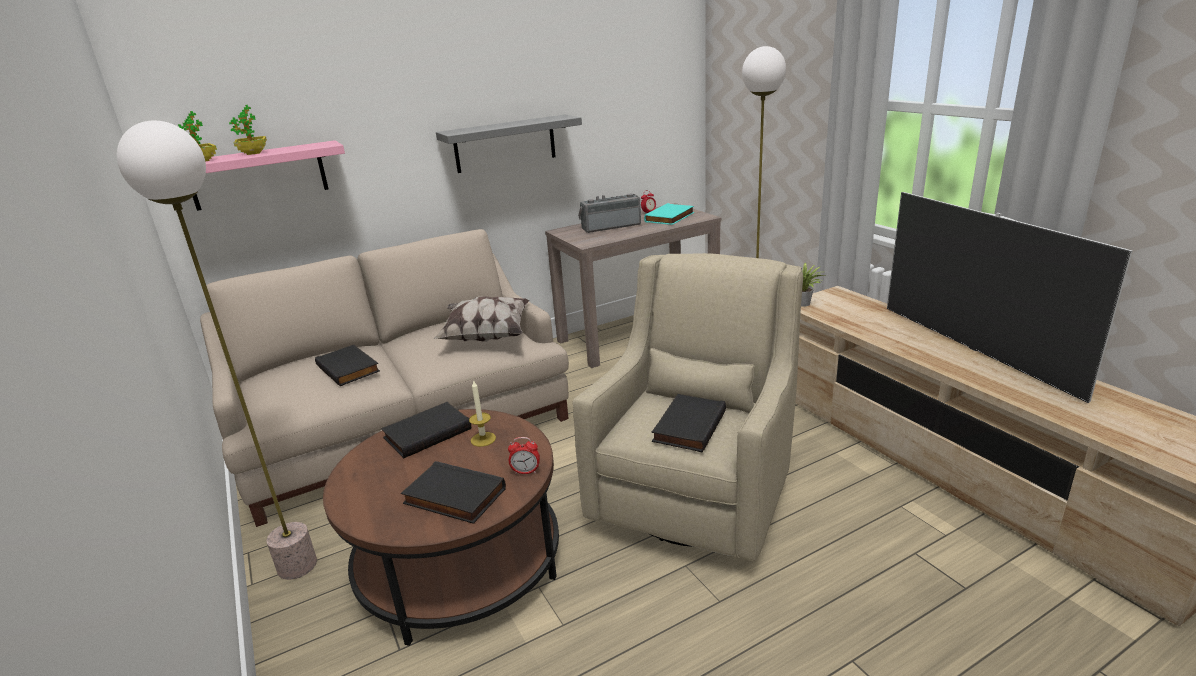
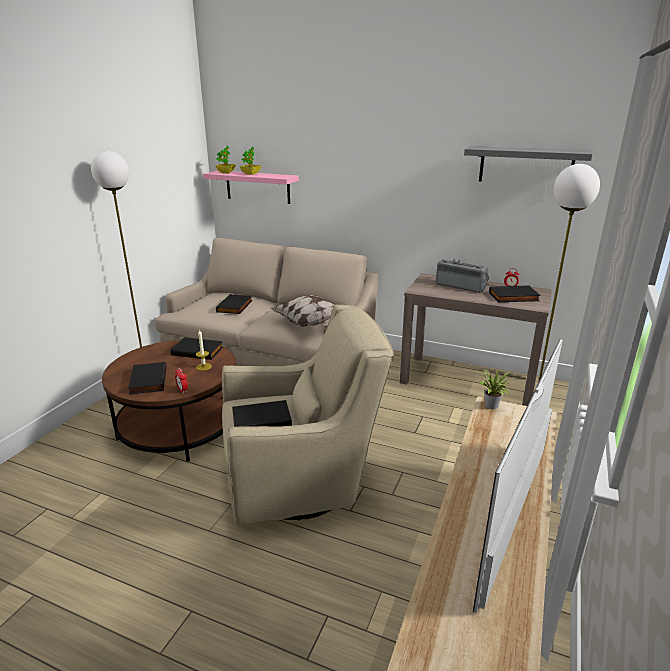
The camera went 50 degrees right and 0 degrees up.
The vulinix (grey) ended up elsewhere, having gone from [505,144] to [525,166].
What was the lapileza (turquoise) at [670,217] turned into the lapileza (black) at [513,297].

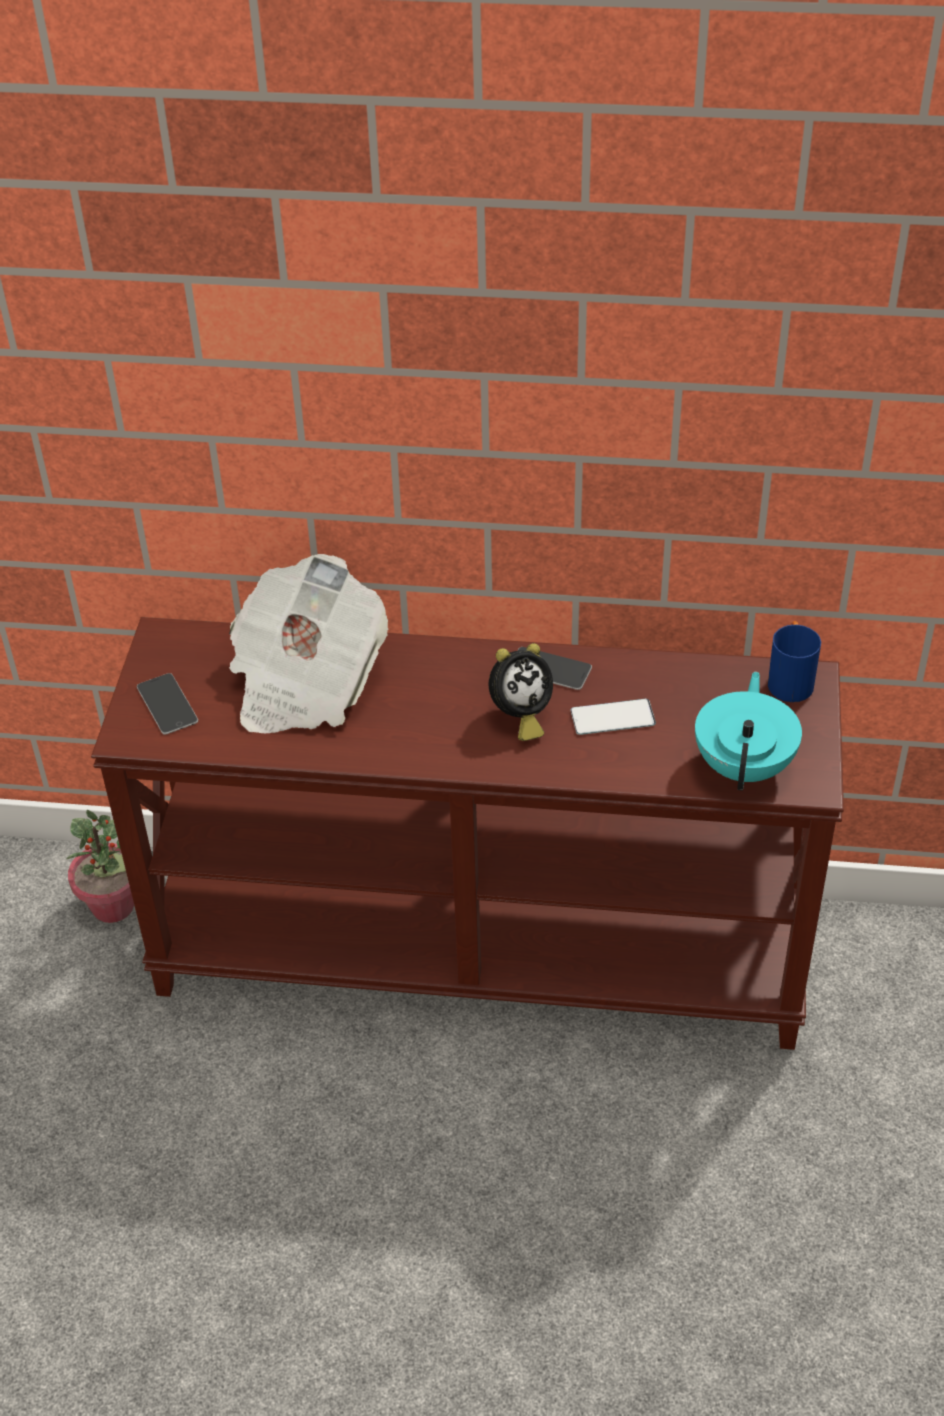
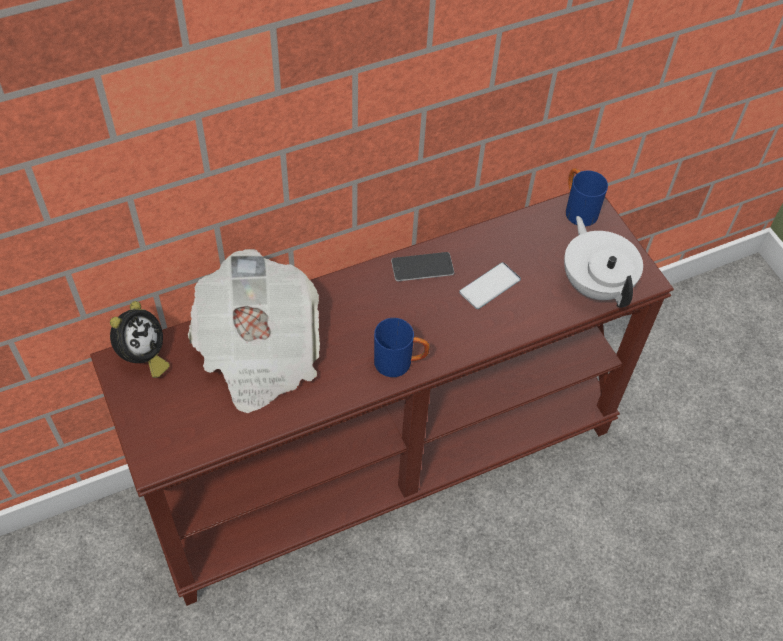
The camera went 35 degrees left and 10 degrees up.
The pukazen ended up elsewhere, having gone from [520,717] to [143,357].
The second view gained the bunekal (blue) at [400,363].
What was the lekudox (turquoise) at [745,765] turned into the lekudox (white) at [596,284].
The second view lost the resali at [113,906].
The second view lost the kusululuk at [167,704].

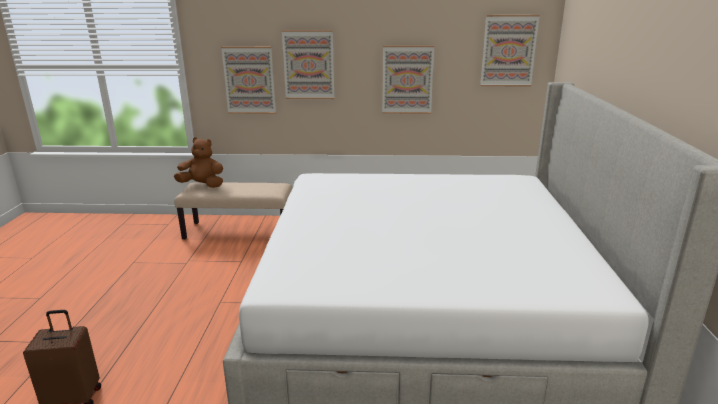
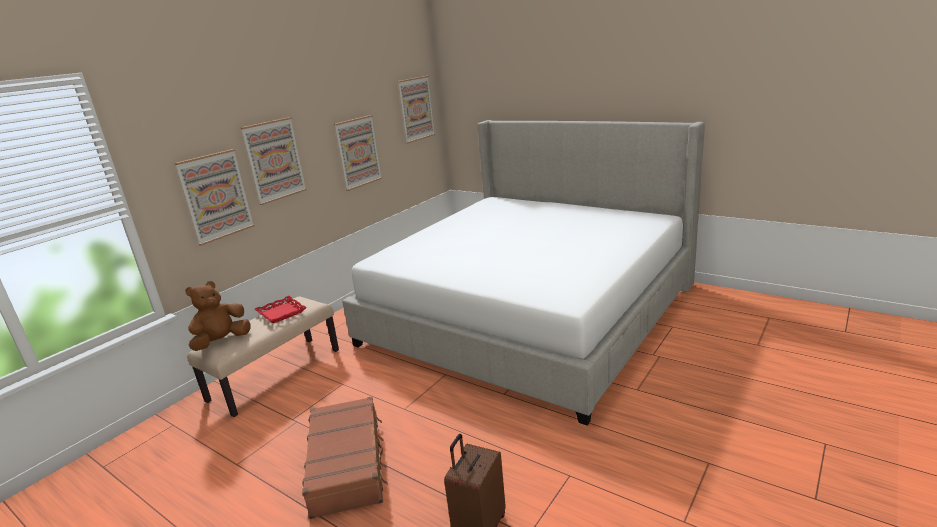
The camera went 55 degrees left and 0 degrees up.
The second view gained the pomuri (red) at [281,313].
The second view gained the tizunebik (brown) at [348,464].

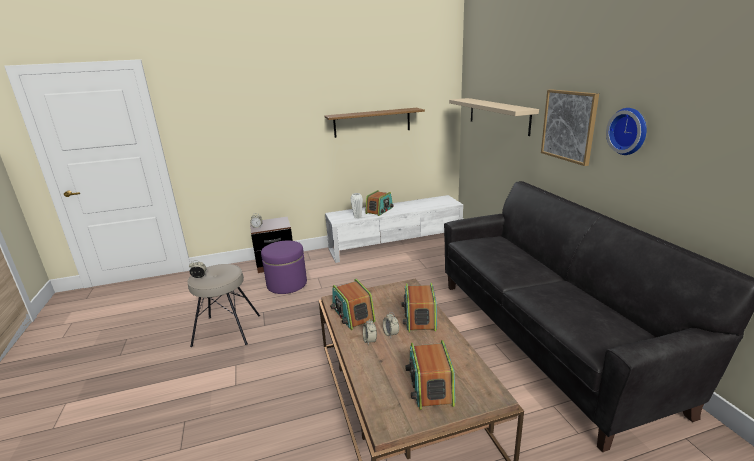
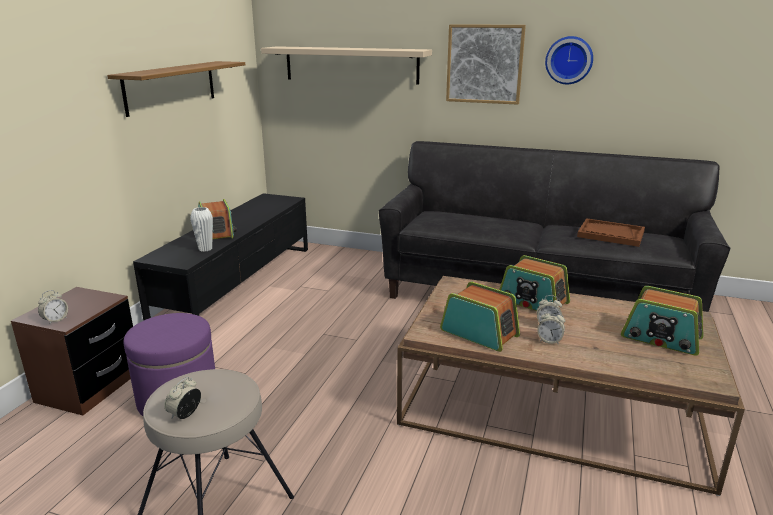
The camera went 55 degrees left and 0 degrees up.
What was the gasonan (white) at [396,244] turned into the gasonan (black) at [238,283].
The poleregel at [353,315] ended up facing another way, 150 degrees counterclockwise from before.
The second view gained the pomuri (brown) at [610,234].

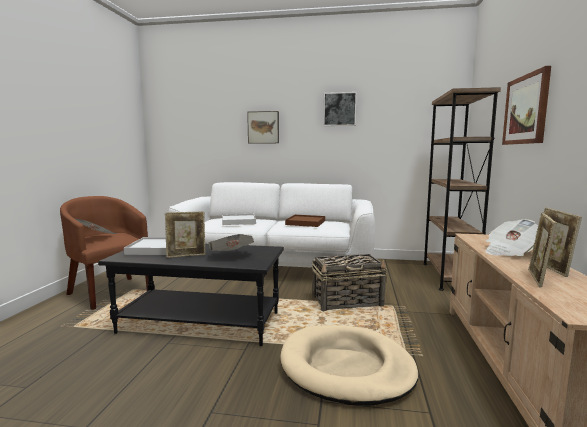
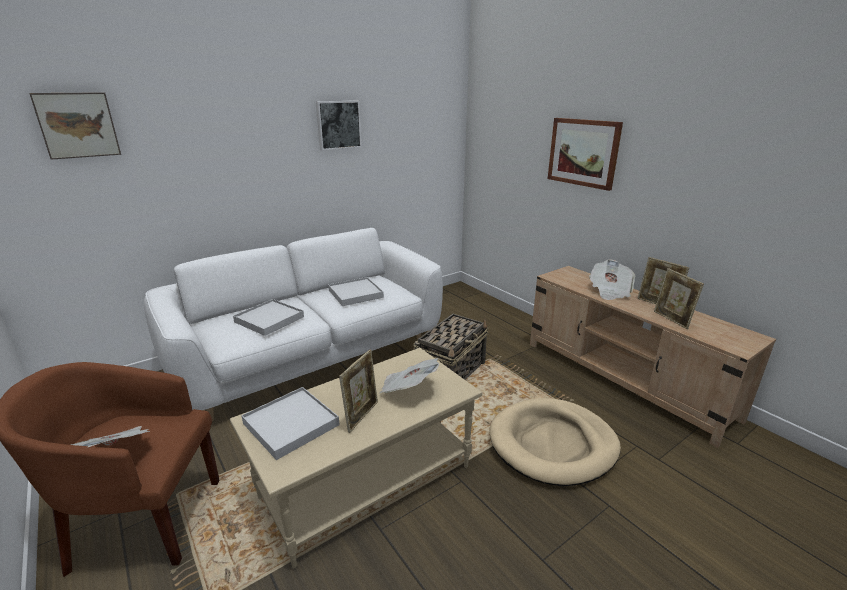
The camera went 45 degrees left and 15 degrees up.
The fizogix ended up elsewhere, having gone from [263,127] to [77,125].
What was the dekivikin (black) at [201,322] turned into the dekivikin (beige) at [366,480].
What was the pomuri (brown) at [305,222] turned into the pomuri (white) at [355,293].
The second view lost the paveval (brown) at [449,276].

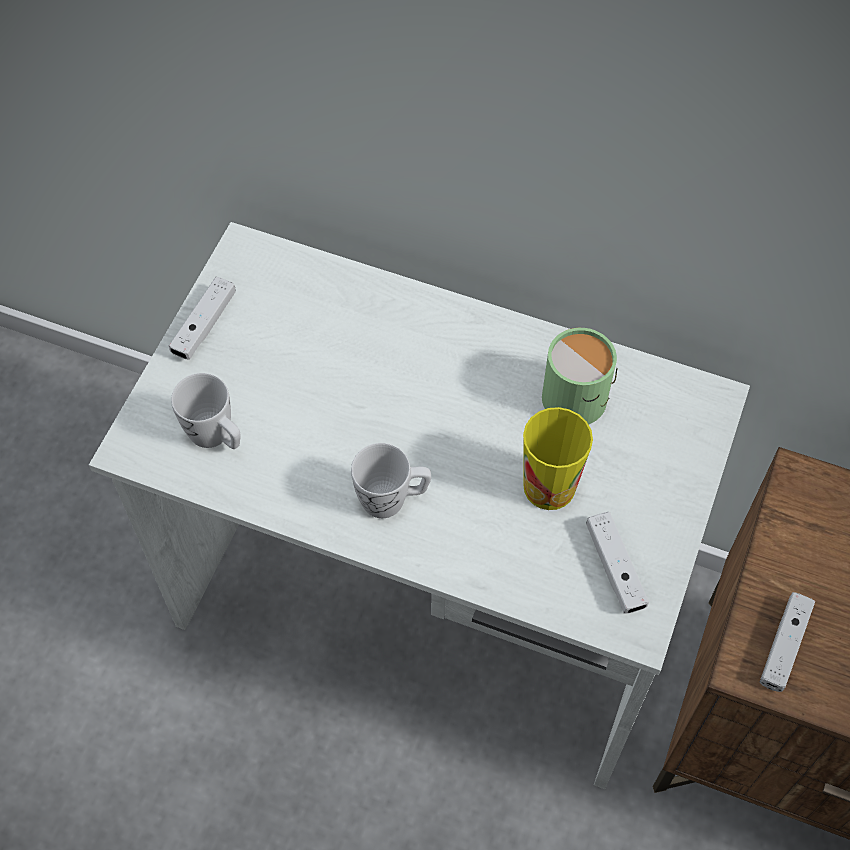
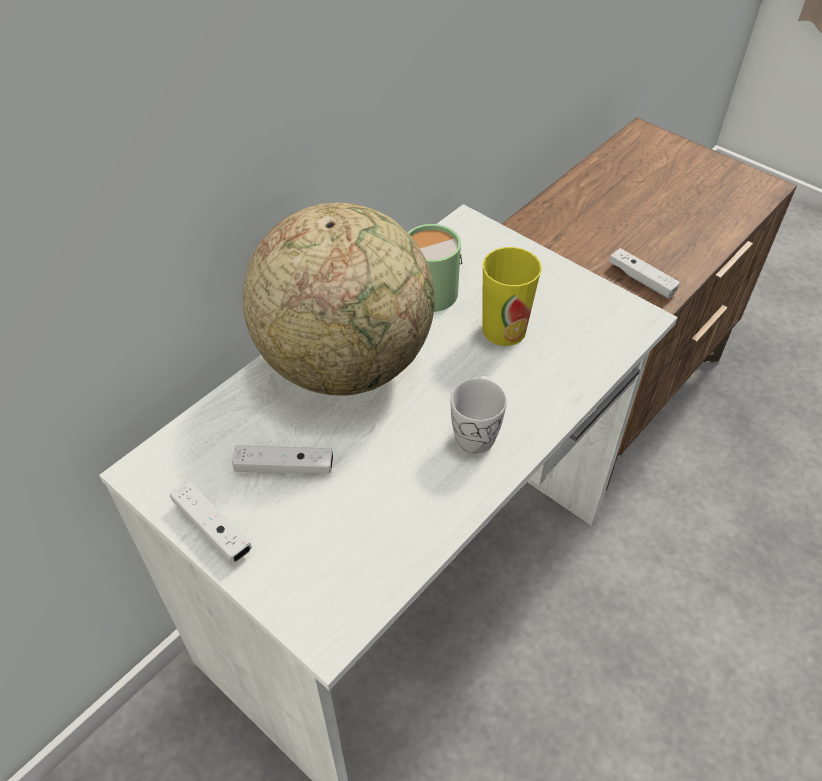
The camera went 70 degrees left and 10 degrees down.
The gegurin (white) ended up elsewhere, having gone from [615,568] to [284,467].
The second view gained the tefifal at [346,362].
The second view lost the bunekal (white) at [216,436].

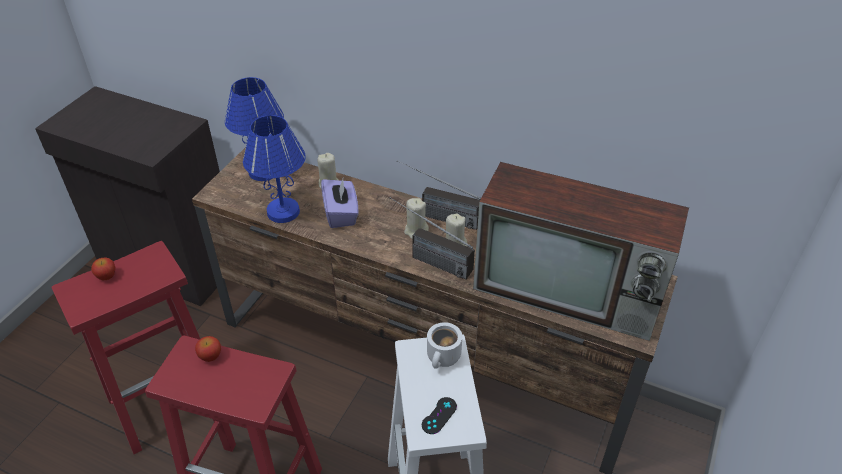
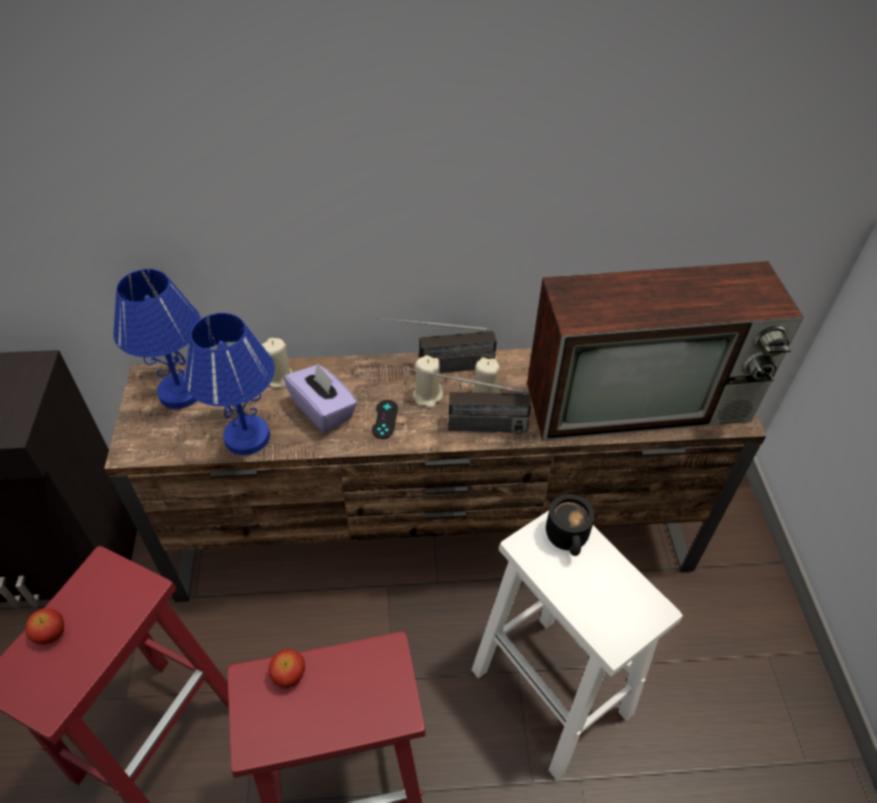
The camera went 30 degrees left and 5 degrees up.
The gegurin (black) ended up elsewhere, having gone from [439,415] to [385,419].
What was the bunekal (white) at [444,358] turned into the bunekal (black) at [569,538].

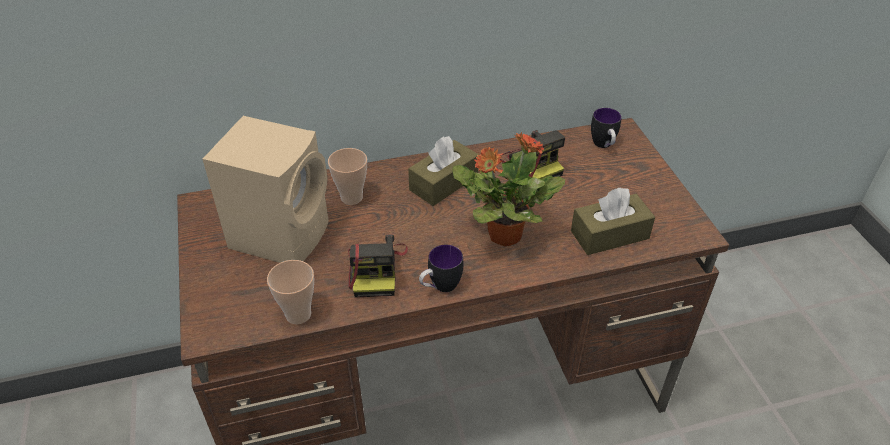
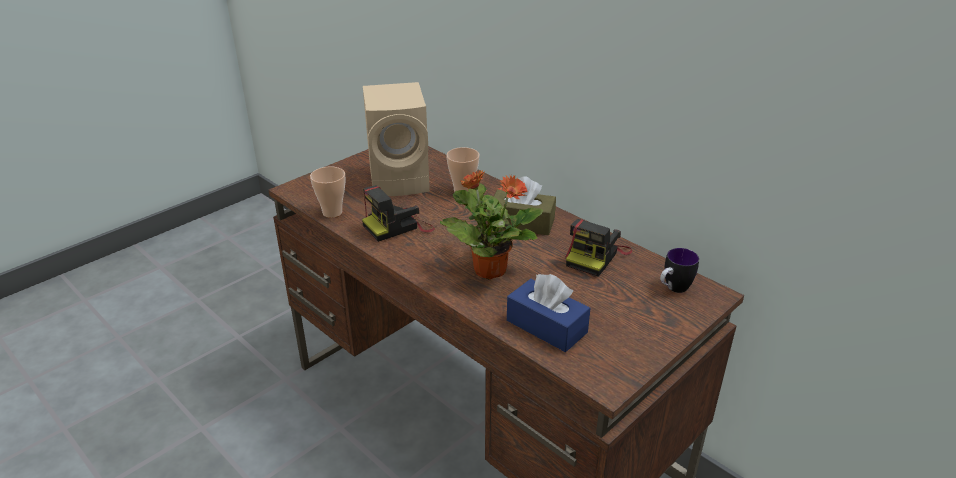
The camera went 60 degrees right and 10 degrees down.
What was the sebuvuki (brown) at [609,235] turned into the sebuvuki (blue) at [546,326].
The second view lost the bunekal at [440,287].

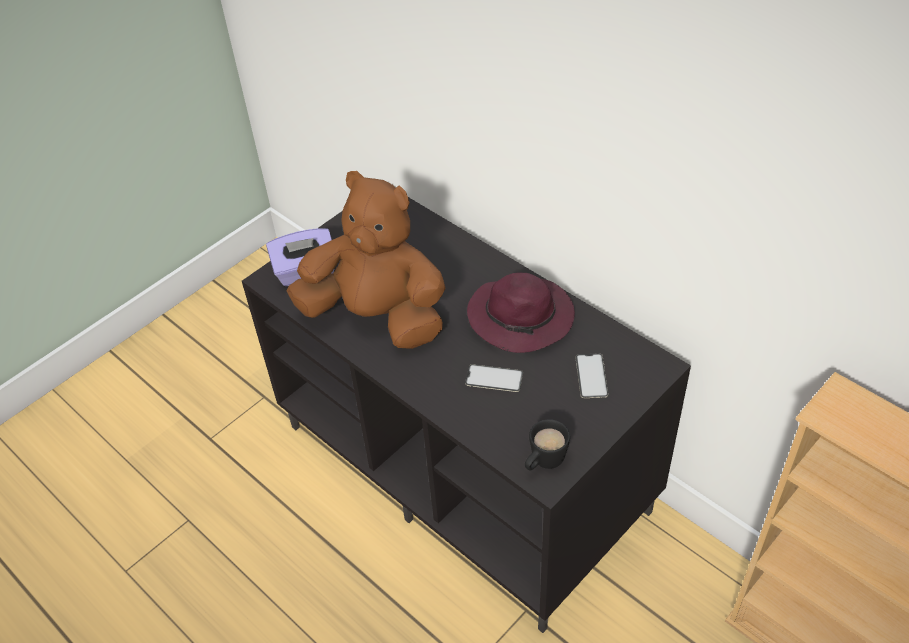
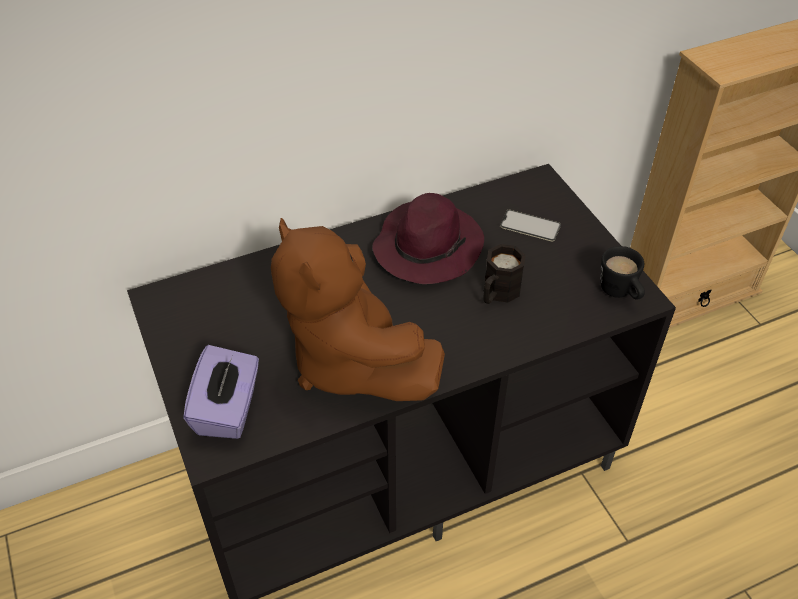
The camera went 70 degrees left and 0 degrees up.
The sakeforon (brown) at [377,316] ended up facing another way, 75 degrees counterclockwise from before.
Where the kusululuk stood at [494,378], the bunekal (black) came to stand at [497,293].

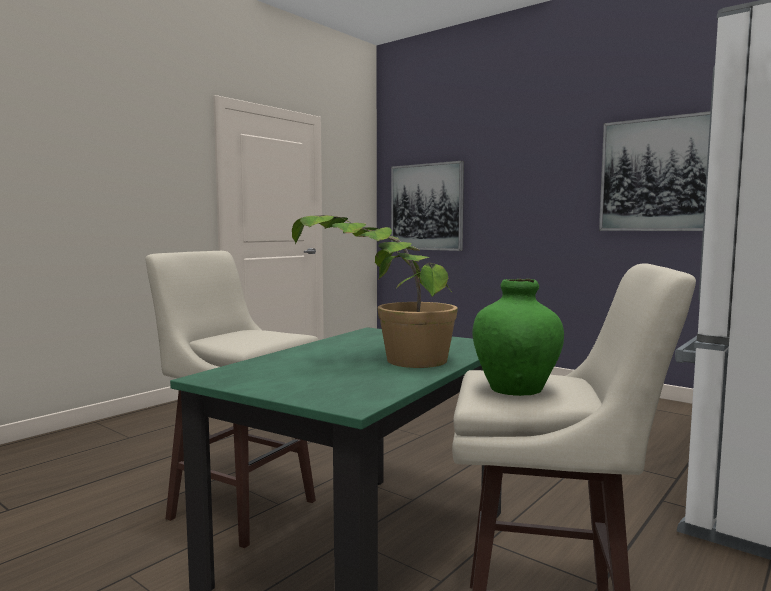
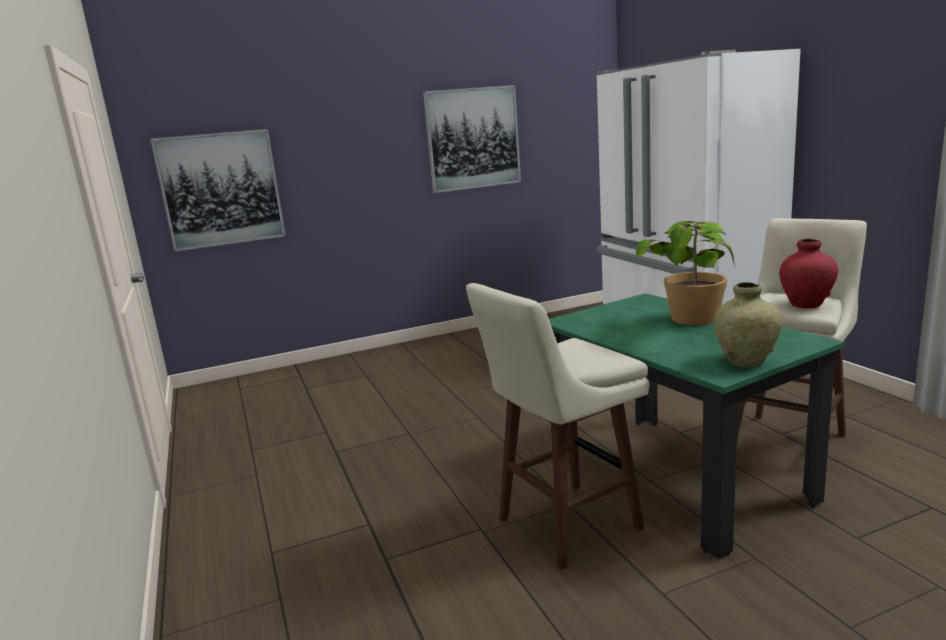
The camera went 60 degrees left and 10 degrees up.
The second view gained the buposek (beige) at [746,361].
What was the buposek (green) at [516,390] turned into the buposek (red) at [806,305].

